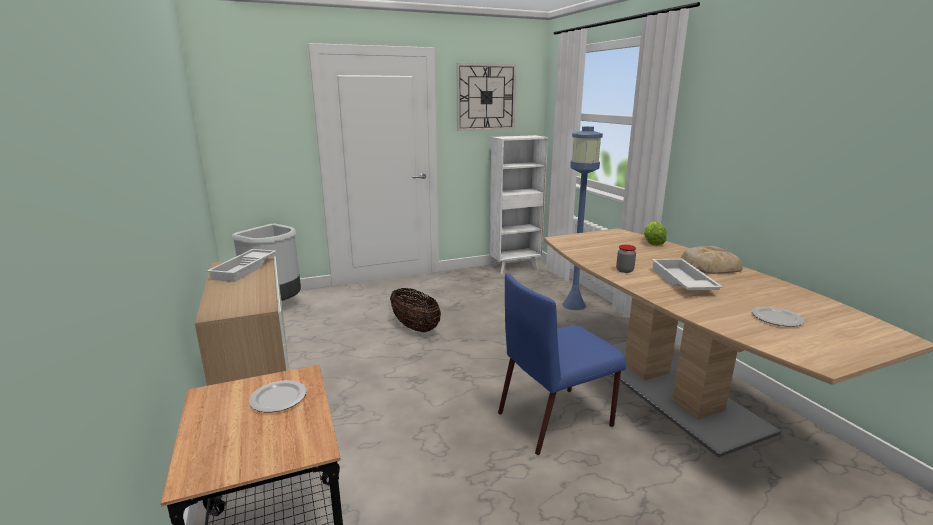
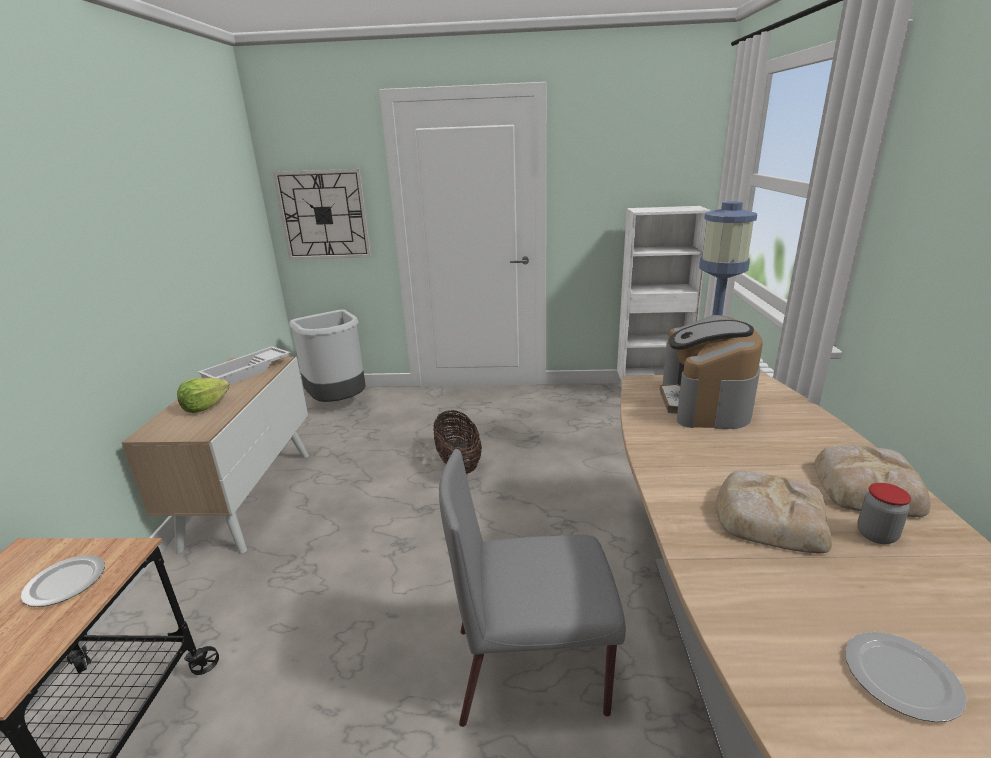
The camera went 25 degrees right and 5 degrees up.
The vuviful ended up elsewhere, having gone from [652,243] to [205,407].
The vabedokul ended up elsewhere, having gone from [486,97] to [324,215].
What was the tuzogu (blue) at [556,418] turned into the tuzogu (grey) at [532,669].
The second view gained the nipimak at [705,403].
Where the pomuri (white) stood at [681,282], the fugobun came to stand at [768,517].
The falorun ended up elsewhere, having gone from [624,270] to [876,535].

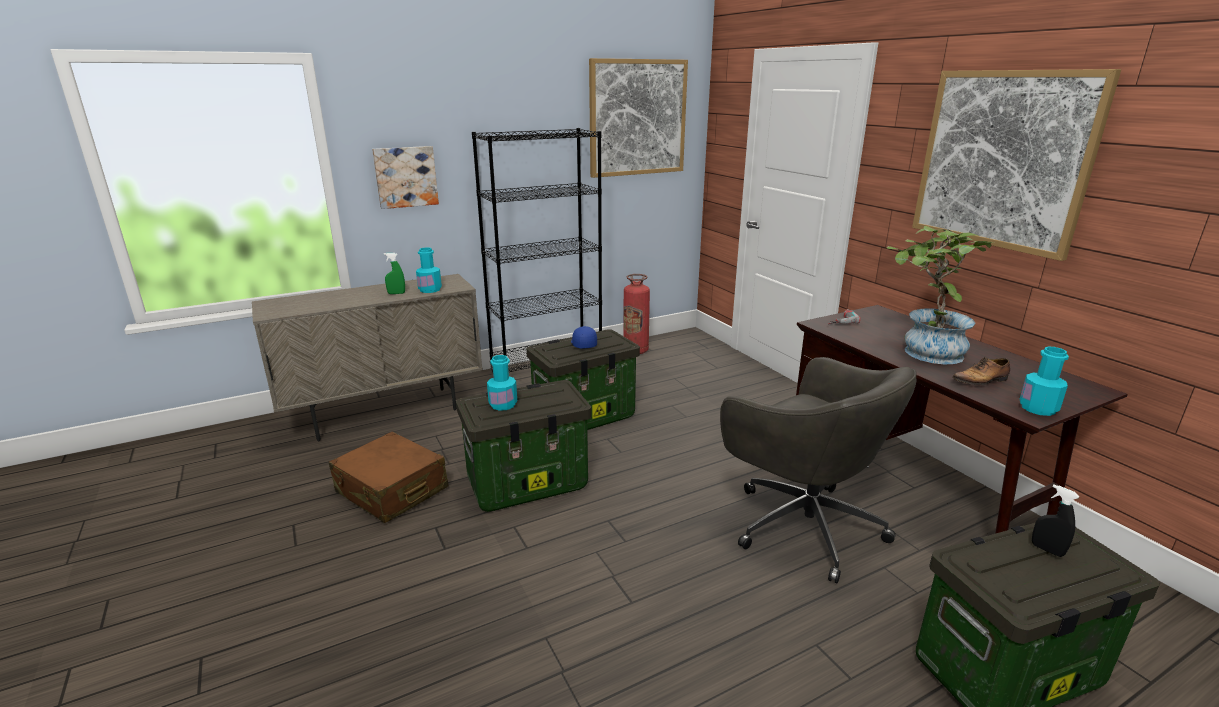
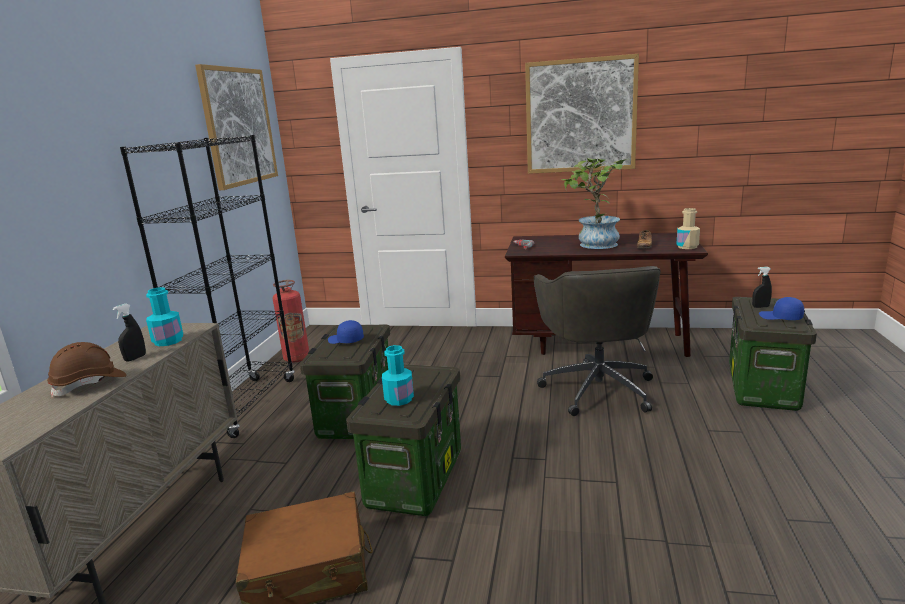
The camera went 50 degrees left and 5 degrees down.
The second view gained the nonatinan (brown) at [90,384].
What was the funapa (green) at [396,293] turned into the funapa (black) at [135,358].
The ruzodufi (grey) at [802,524] ended up facing another way, 90 degrees clockwise from before.
What was the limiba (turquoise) at [1038,408] turned into the limiba (beige) at [687,247].
The second view gained the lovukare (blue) at [780,317].
The second view lost the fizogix at [405,177].

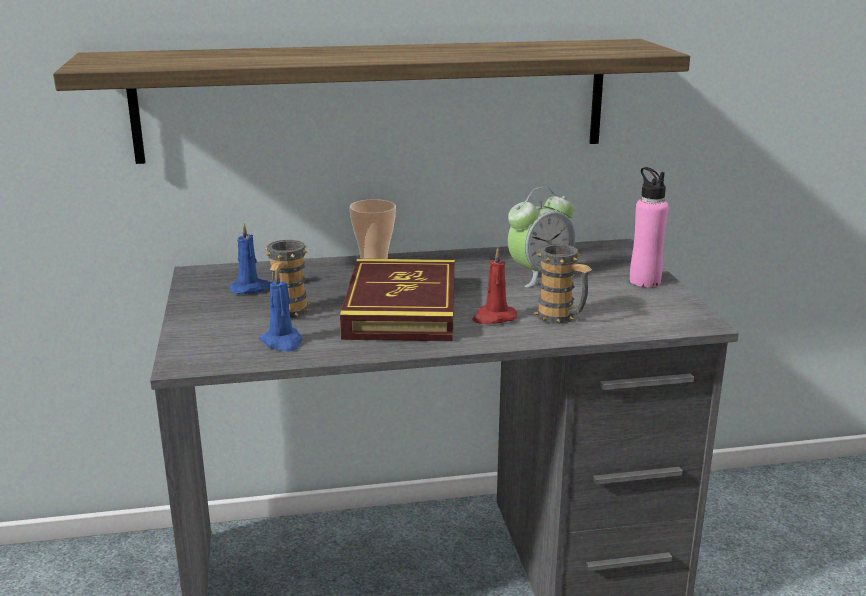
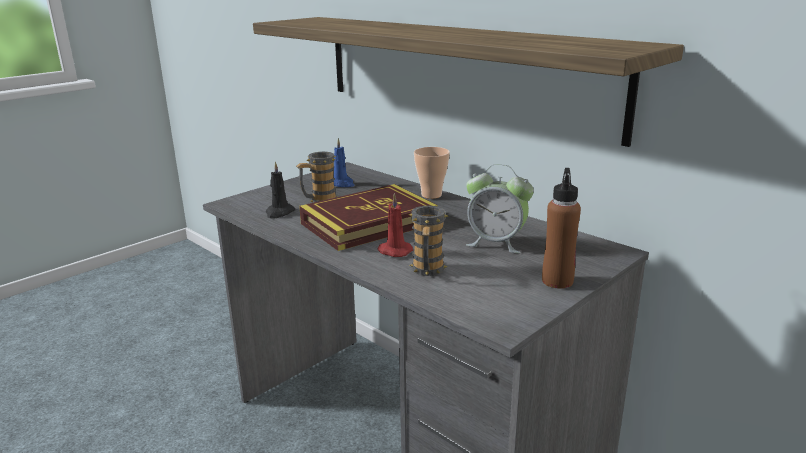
The camera went 55 degrees right and 0 degrees up.
What was the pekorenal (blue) at [282,342] turned into the pekorenal (black) at [279,213].
What was the limiba (pink) at [644,281] turned into the limiba (brown) at [557,281].

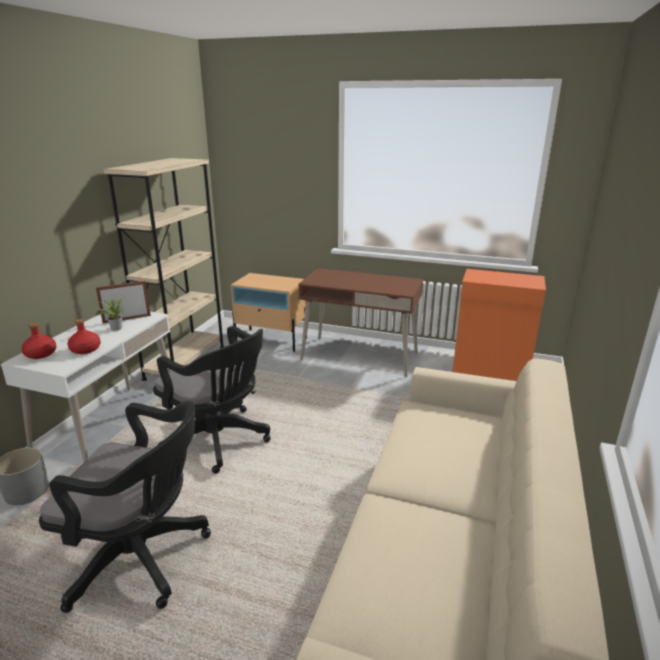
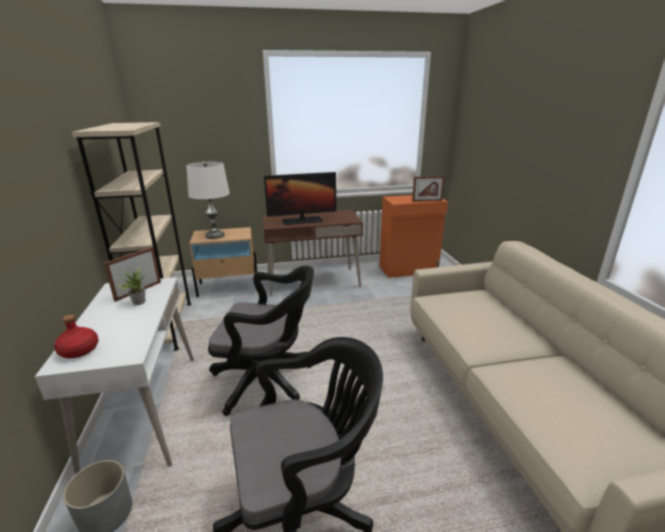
The camera went 30 degrees left and 0 degrees up.
The second view gained the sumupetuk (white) at [215,235].
The second view gained the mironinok at [302,221].
The second view gained the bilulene at [427,201].
The second view lost the limiba (red) at [85,350].

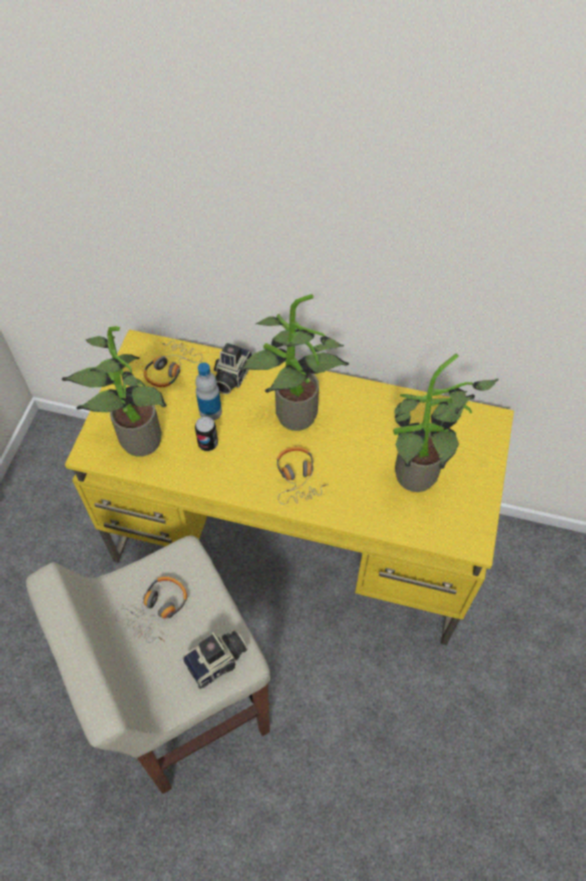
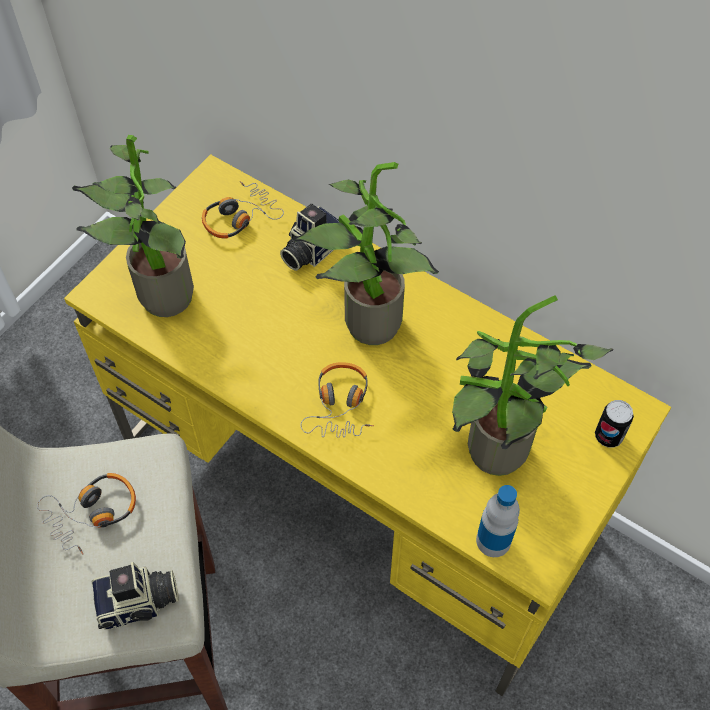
The camera went 20 degrees right and 0 degrees up.
The limiba ended up elsewhere, having gone from [210,411] to [493,540].
The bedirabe ended up elsewhere, having gone from [208,443] to [608,436].

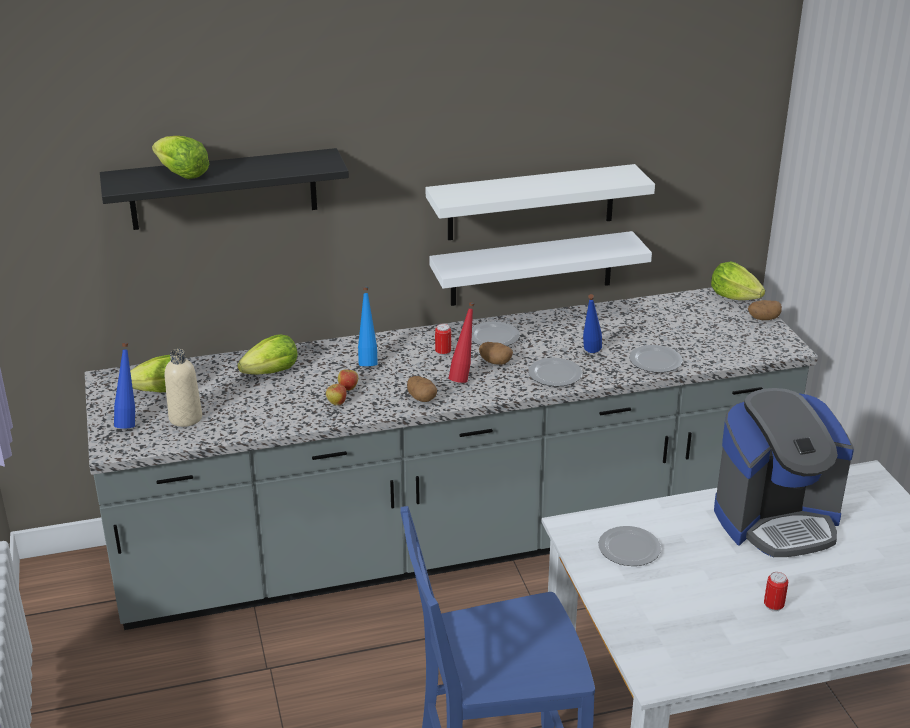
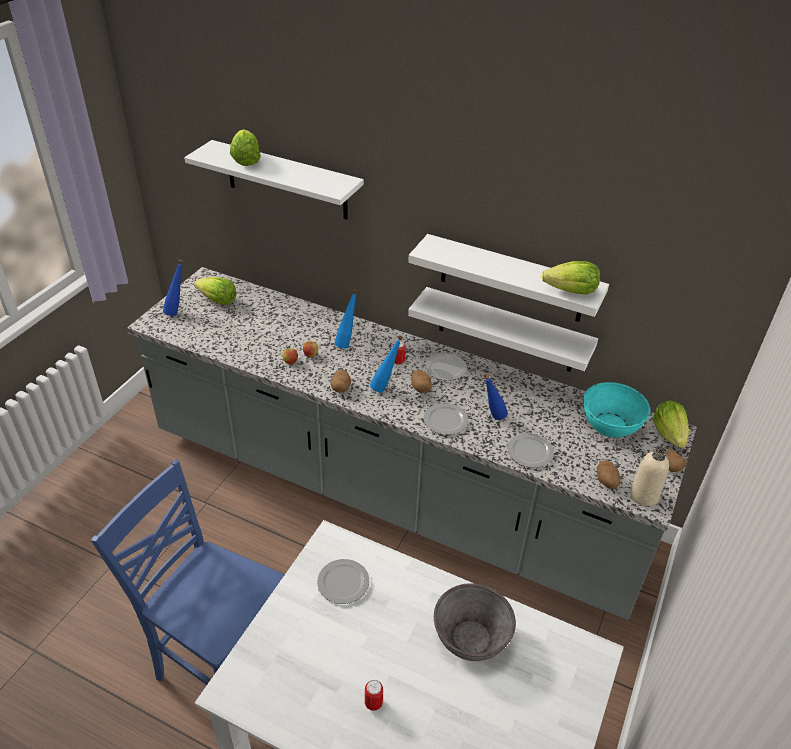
The camera went 40 degrees right and 10 degrees up.
What was the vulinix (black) at [223,189] turned into the vulinix (white) at [286,180].
What was the limiba (red) at [463,377] turned into the limiba (blue) at [385,387].
Where the nipimak stood at [776,520], the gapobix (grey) came to stand at [471,637].
The vuviful ended up elsewhere, having gone from [272,372] to [571,292].
The second view gained the gapobix (turquoise) at [610,425].
The second view gained the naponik at [606,482].
The limiba (beige) ended up elsewhere, having gone from [185,418] to [644,495].

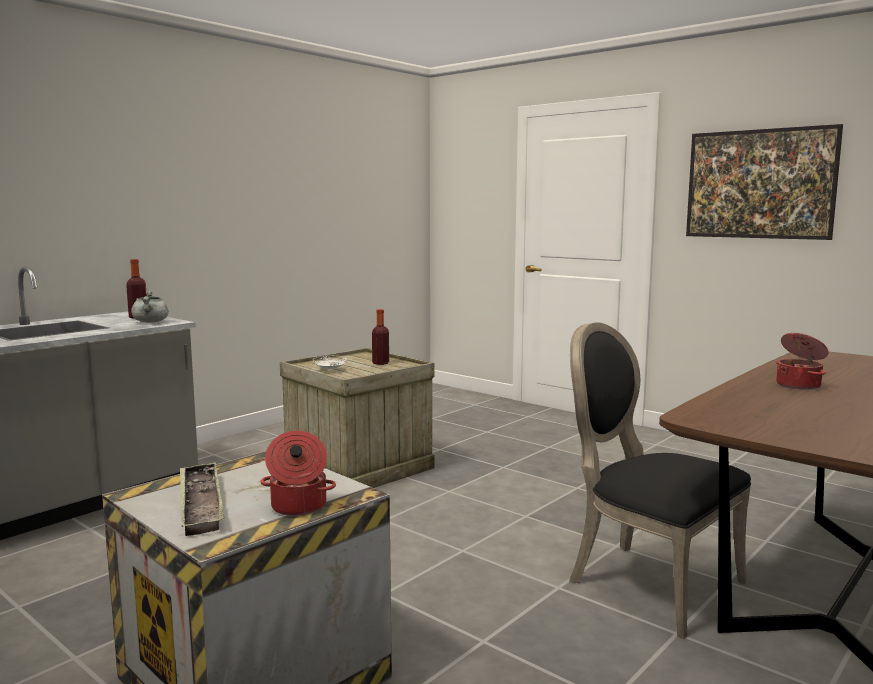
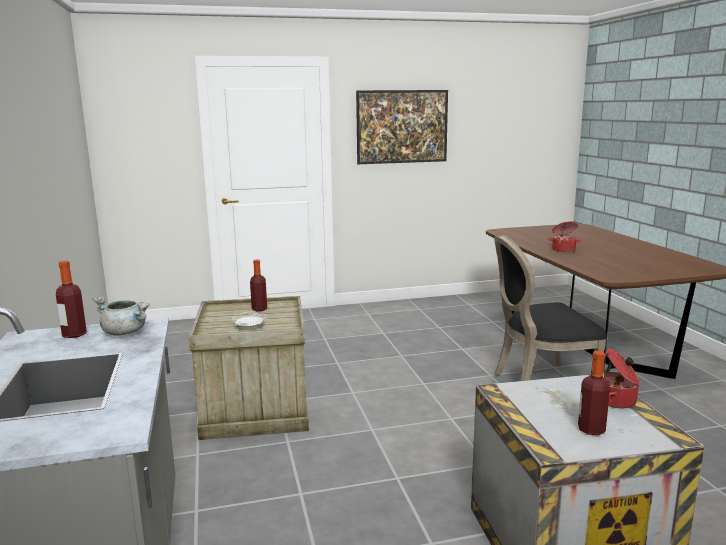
The camera went 55 degrees left and 5 degrees up.
Where the pomuri stood at [201,504], the limiba came to stand at [591,429].

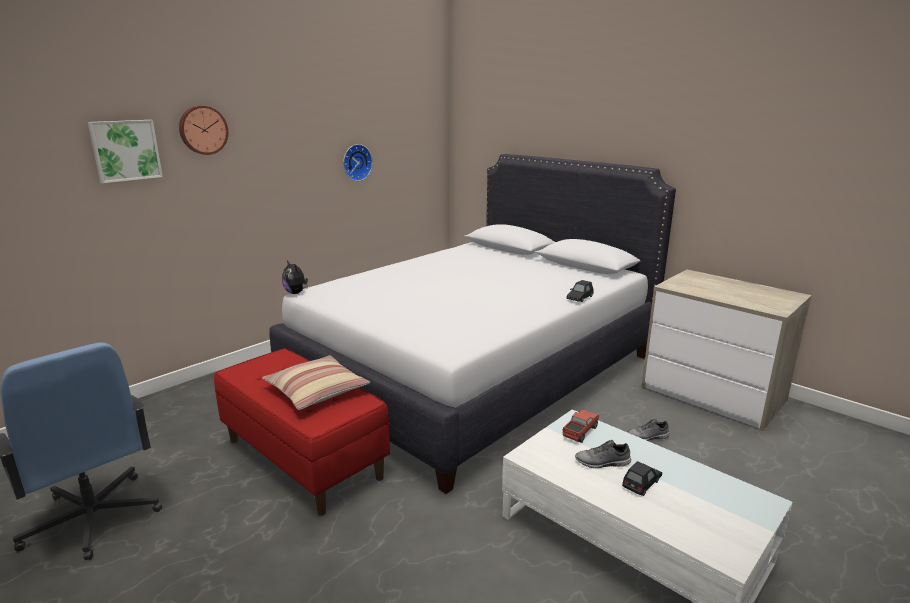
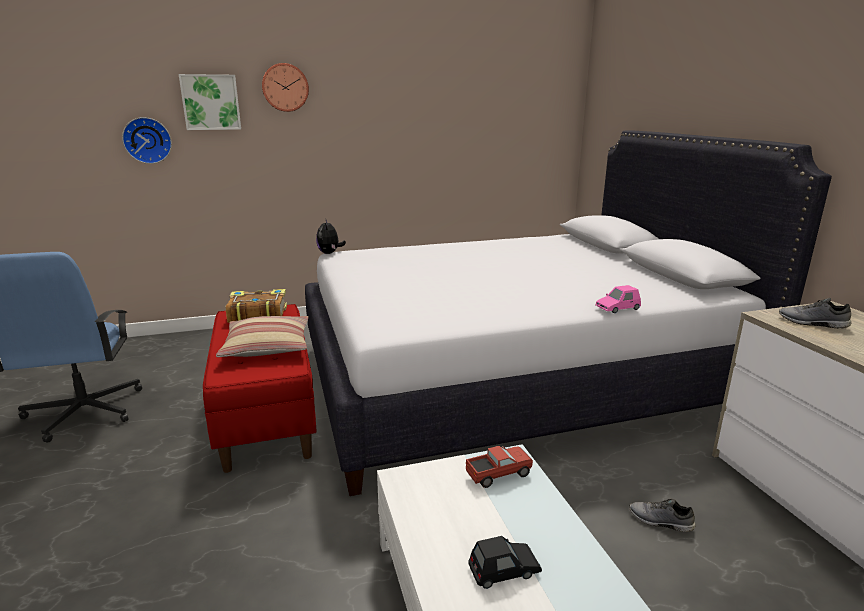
The camera went 30 degrees right and 0 degrees up.
The vabedokul ended up elsewhere, having gone from [356,162] to [148,140].
The second view gained the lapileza at [257,315].
What was the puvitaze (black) at [579,298] turned into the puvitaze (pink) at [617,308].
The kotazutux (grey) ended up elsewhere, having gone from [602,463] to [812,323].

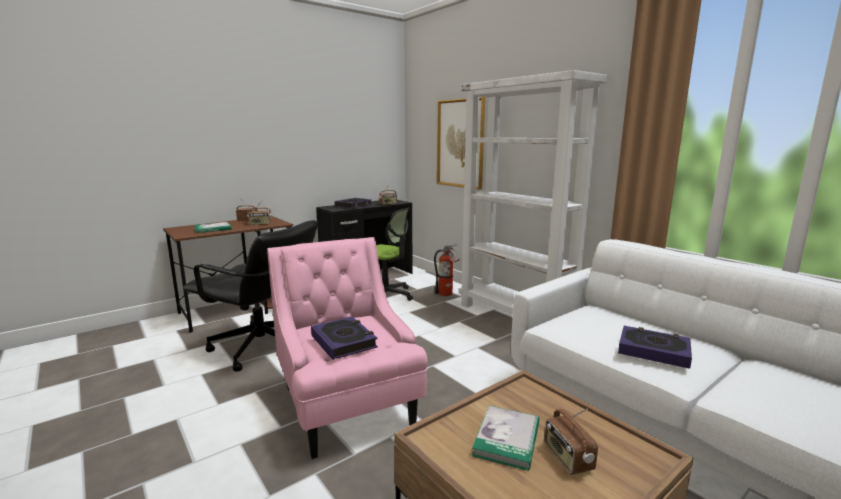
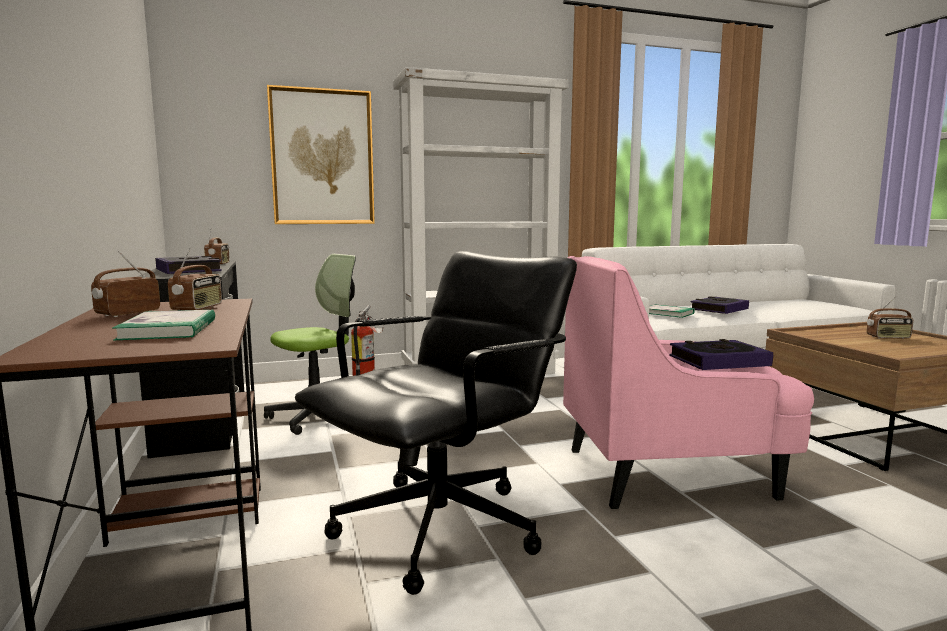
The camera went 70 degrees left and 5 degrees down.
The lapileza ended up elsewhere, having gone from [507,439] to [668,313].

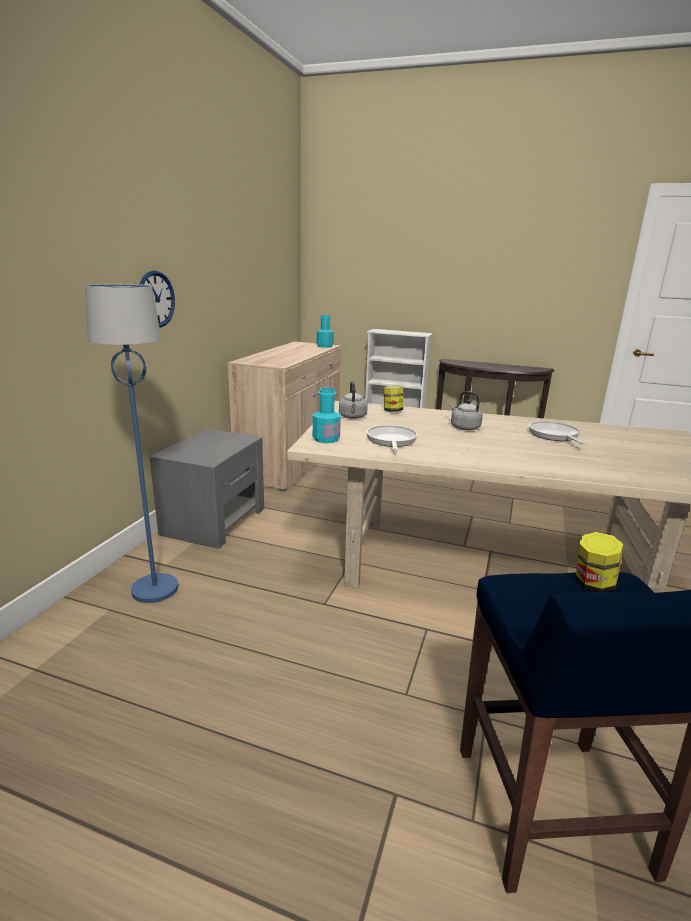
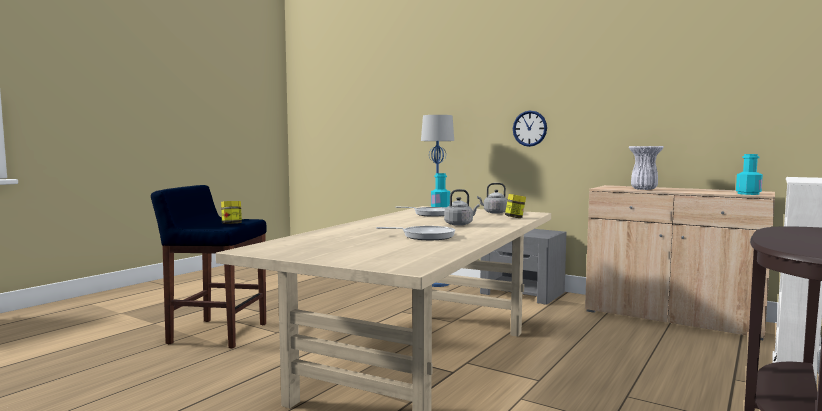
The camera went 105 degrees right and 15 degrees down.
The second view gained the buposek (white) at [644,189].

